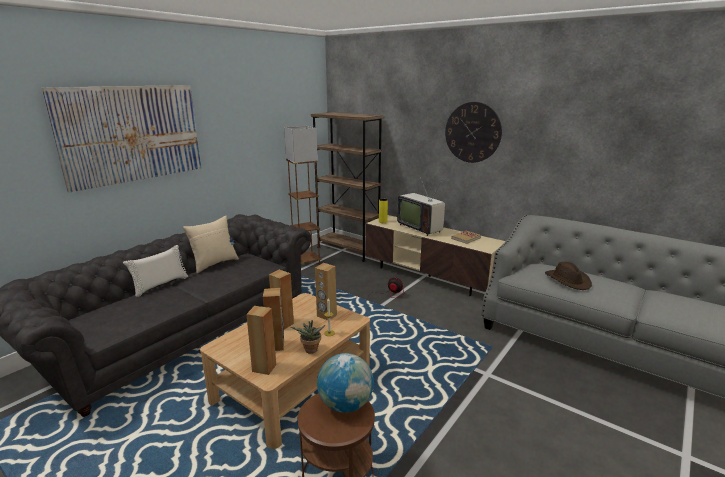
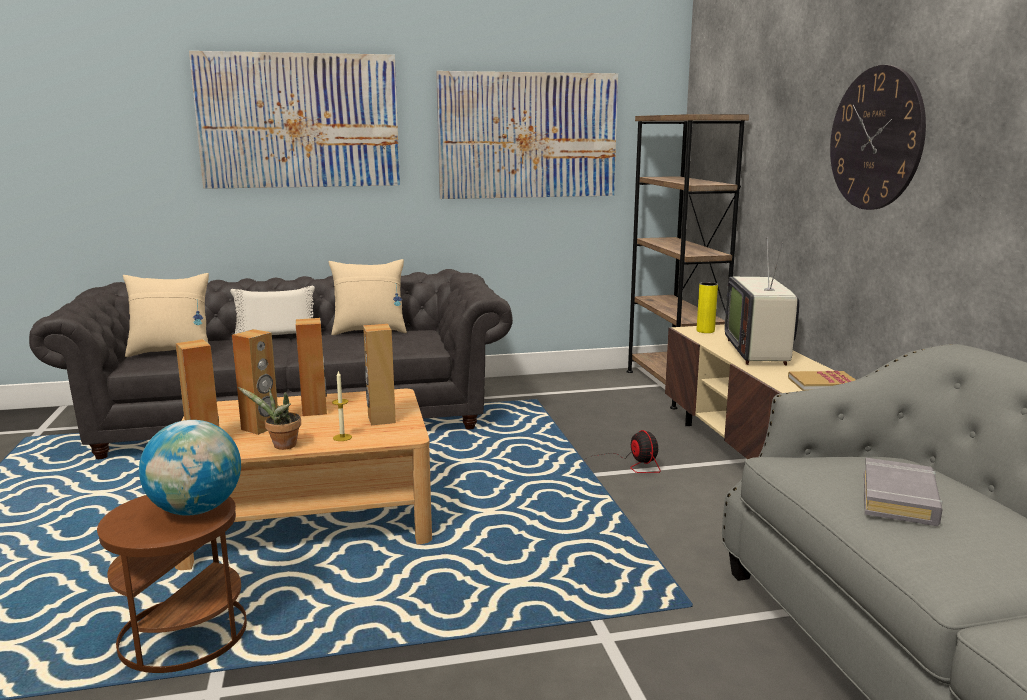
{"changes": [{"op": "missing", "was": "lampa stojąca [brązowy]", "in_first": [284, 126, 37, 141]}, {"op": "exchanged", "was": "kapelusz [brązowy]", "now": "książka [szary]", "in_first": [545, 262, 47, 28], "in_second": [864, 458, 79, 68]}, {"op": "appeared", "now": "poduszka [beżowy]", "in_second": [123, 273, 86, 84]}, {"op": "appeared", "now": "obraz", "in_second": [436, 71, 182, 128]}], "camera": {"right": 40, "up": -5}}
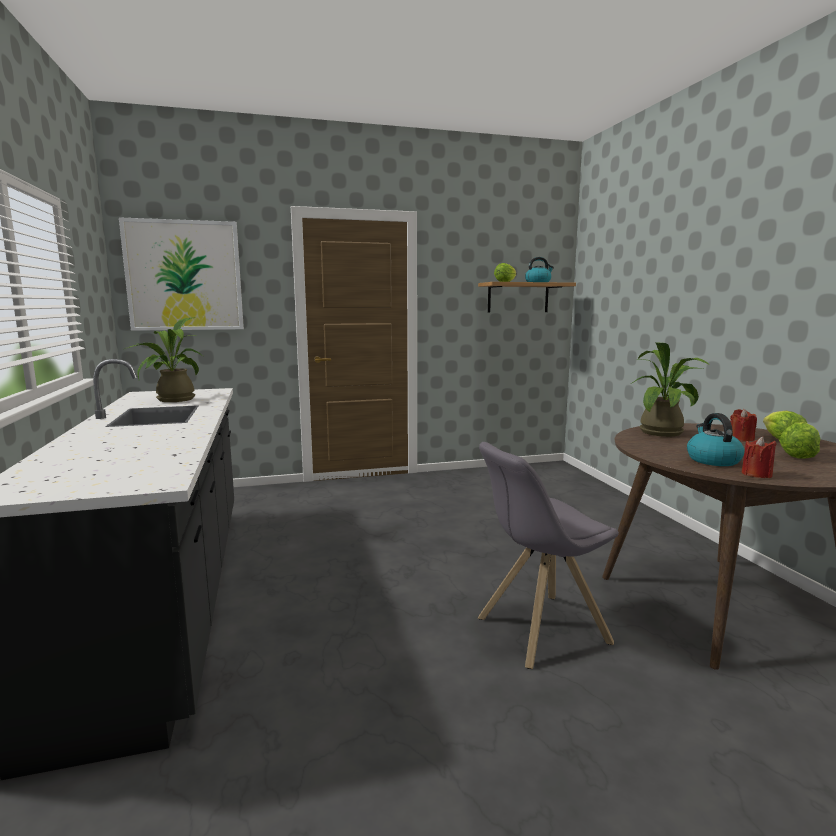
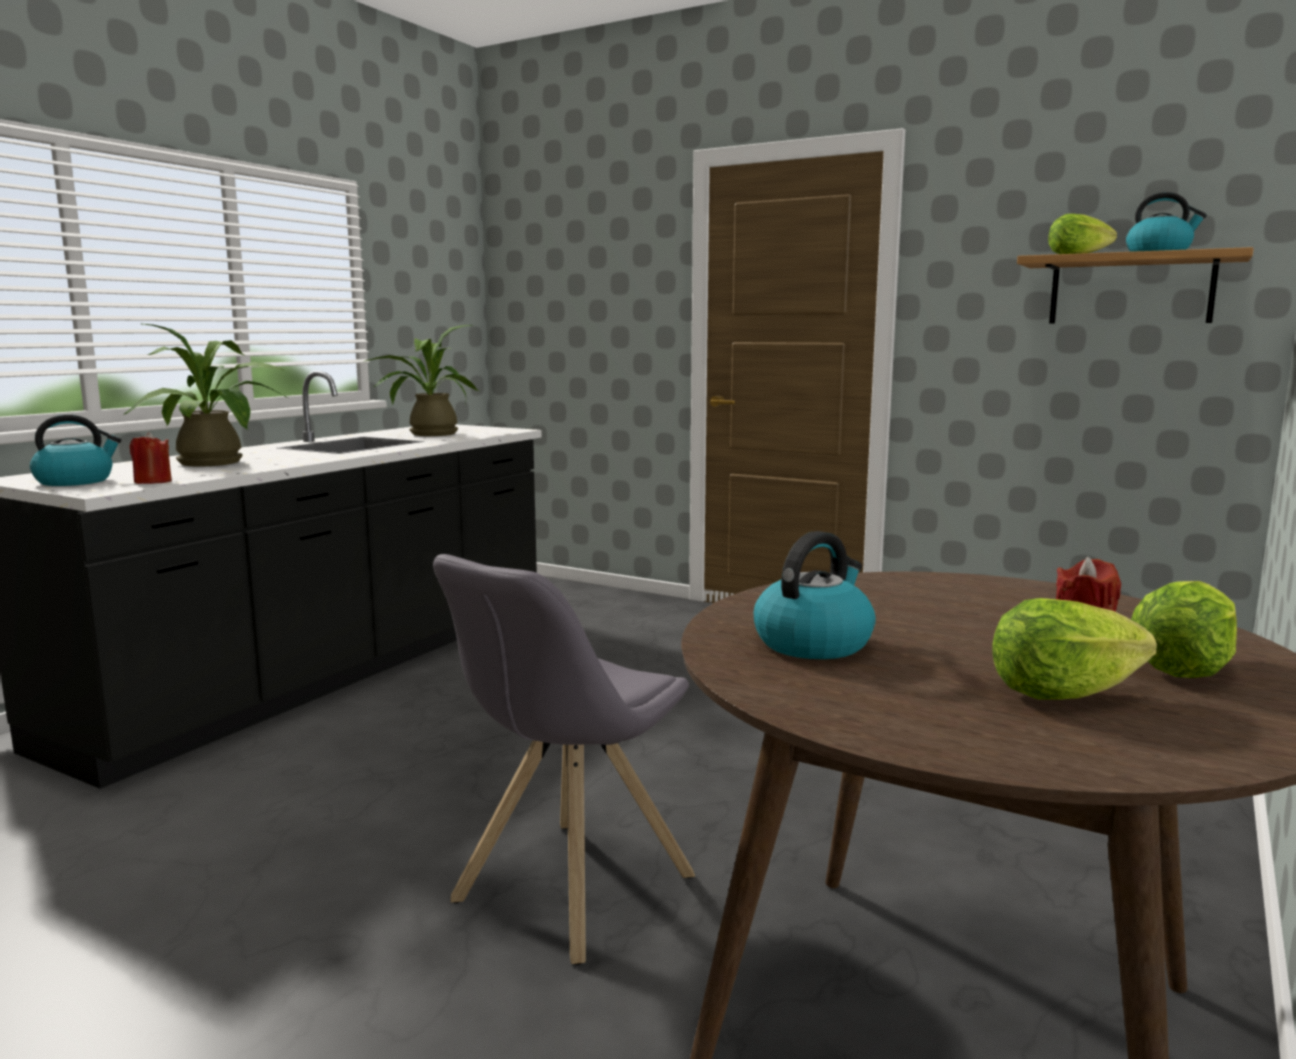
{"changes": [{"op": "missing", "was": "obraz", "in_first": [119, 217, 125, 114]}, {"op": "spun", "was": "krzesło [szary]", "in_first": [478, 442, 141, 227], "in_second": [433, 554, 262, 411], "clockwise": -75}, {"op": "relocated", "was": "roślina doniczkowa", "in_first": [631, 342, 78, 95], "in_second": [123, 323, 165, 144]}, {"op": "relocated", "was": "świeca [czerwony]", "in_first": [742, 437, 35, 41], "in_second": [129, 432, 43, 52]}, {"op": "appeared", "now": "czajnik", "in_second": [30, 414, 91, 72]}], "camera": {"right": 45, "up": 0}}
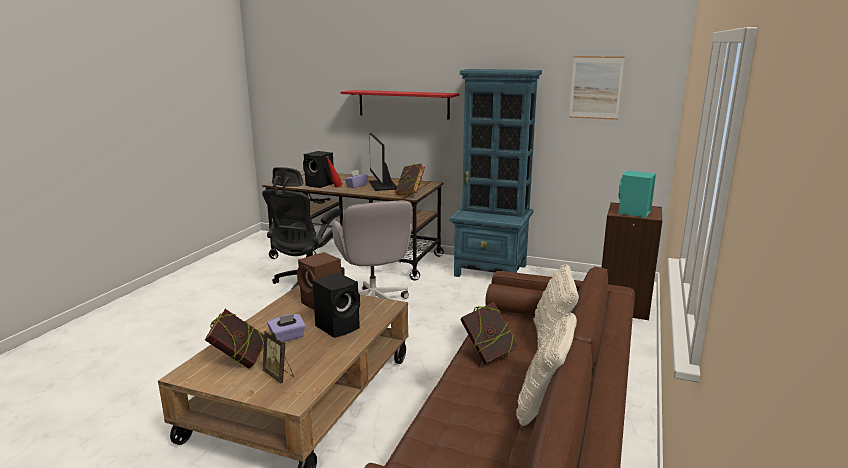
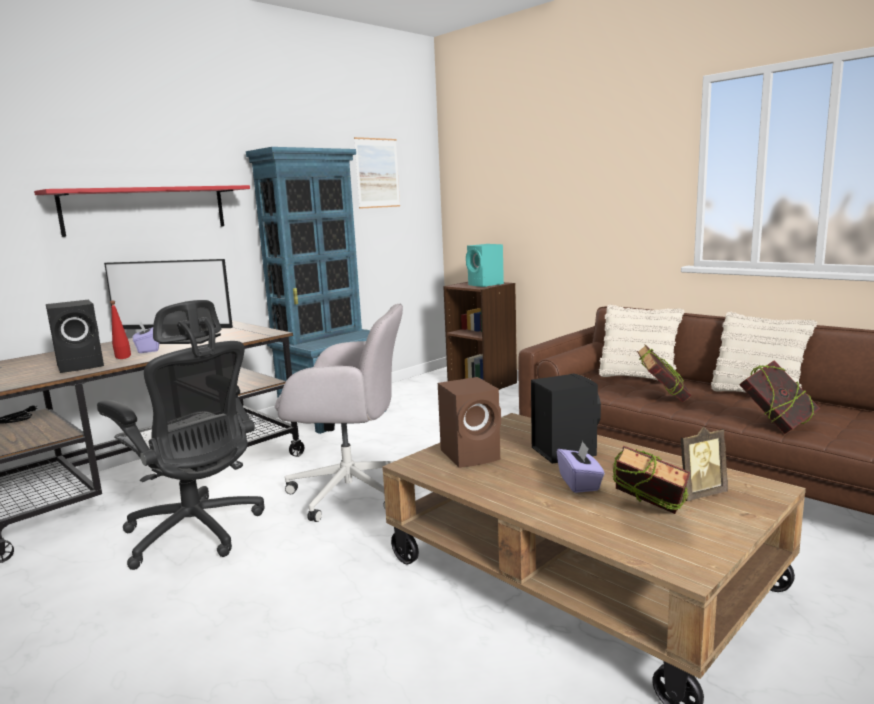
{"changes": [{"op": "relocated", "was": "książka", "in_first": [396, 163, 29, 32], "in_second": [739, 361, 81, 73]}], "camera": {"right": -65, "up": -5}}
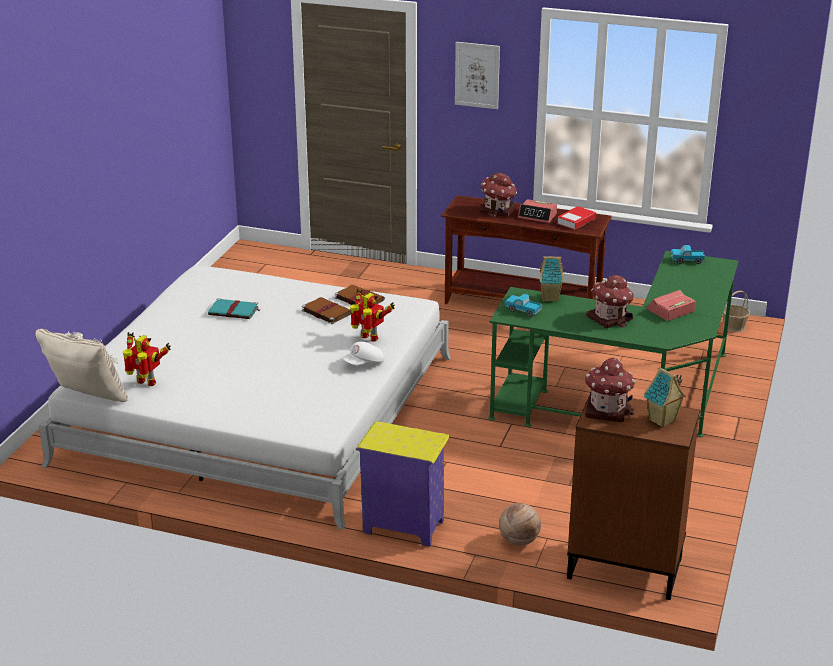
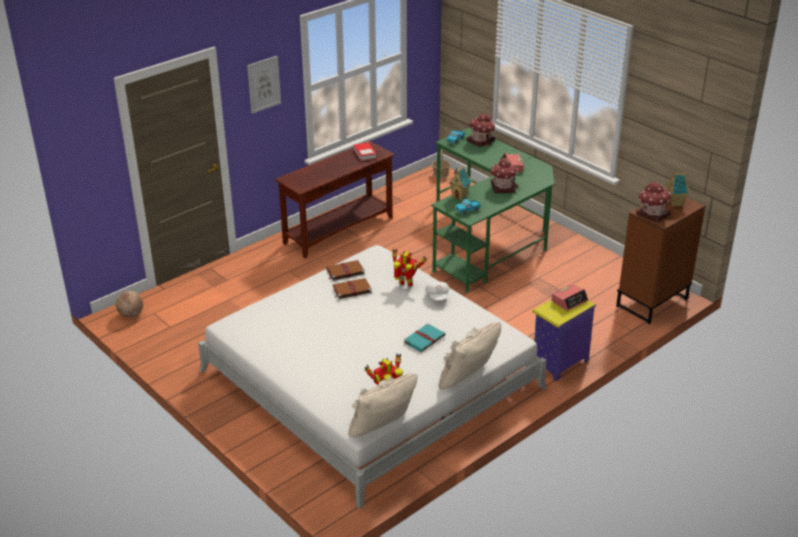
{"changes": [{"op": "relocated", "was": "książka [turkusowy]", "in_first": [208, 298, 52, 21], "in_second": [404, 323, 42, 29]}, {"op": "spun", "was": "robot zabawkowy", "in_first": [350, 289, 45, 53], "in_second": [392, 249, 35, 38], "clockwise": 45}, {"op": "relocated", "was": "domek", "in_first": [479, 173, 38, 44], "in_second": [466, 114, 29, 33]}, {"op": "relocated", "was": "piłka do koszykówki", "in_first": [499, 503, 42, 43], "in_second": [116, 291, 27, 27]}, {"op": "relocated", "was": "budzik", "in_first": [518, 199, 39, 24], "in_second": [551, 284, 37, 27]}, {"op": "appeared", "now": "poduszka [beżowy]", "in_second": [439, 322, 62, 67]}], "camera": {"right": -60, "up": 5}}
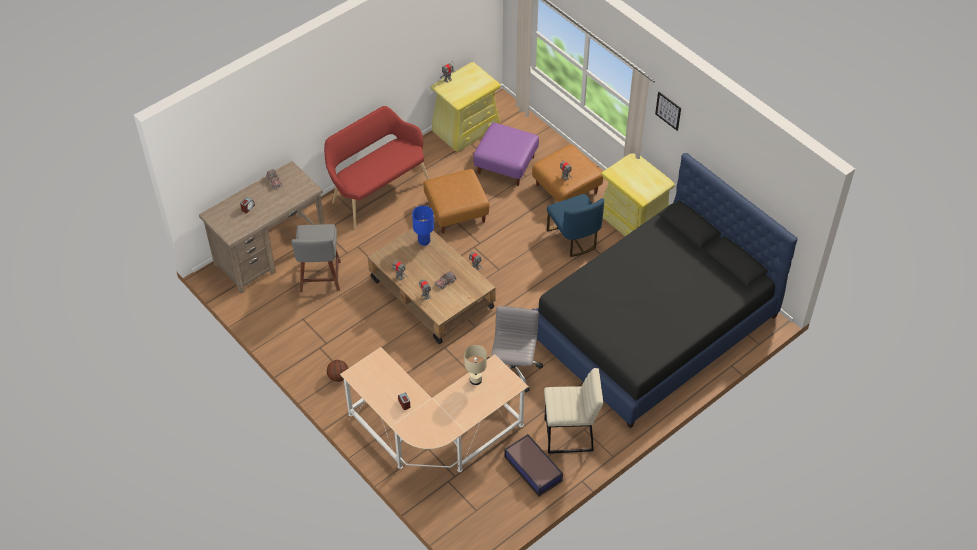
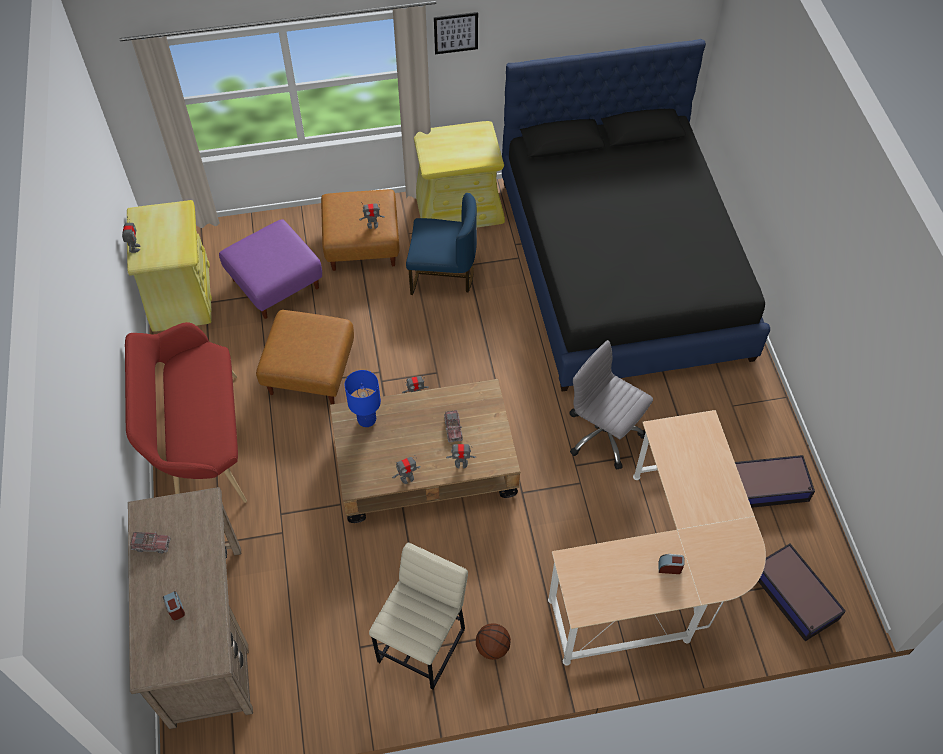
{"changes": [{"op": "missing", "was": "stołek [szary]", "in_first": [291, 224, 50, 68]}, {"op": "missing", "was": "lampa stołowa [beżowy]", "in_first": [464, 345, 23, 40]}, {"op": "relocated", "was": "krzesło [beżowy]", "in_first": [544, 368, 59, 86], "in_second": [369, 542, 99, 148]}, {"op": "appeared", "now": "pojemnik do przechowywania", "in_second": [758, 543, 88, 98]}], "camera": {"right": -60, "up": 5}}
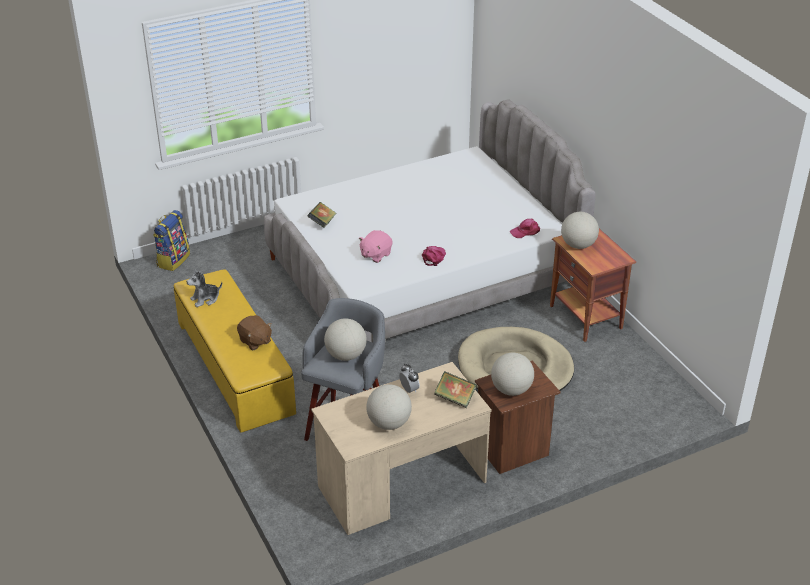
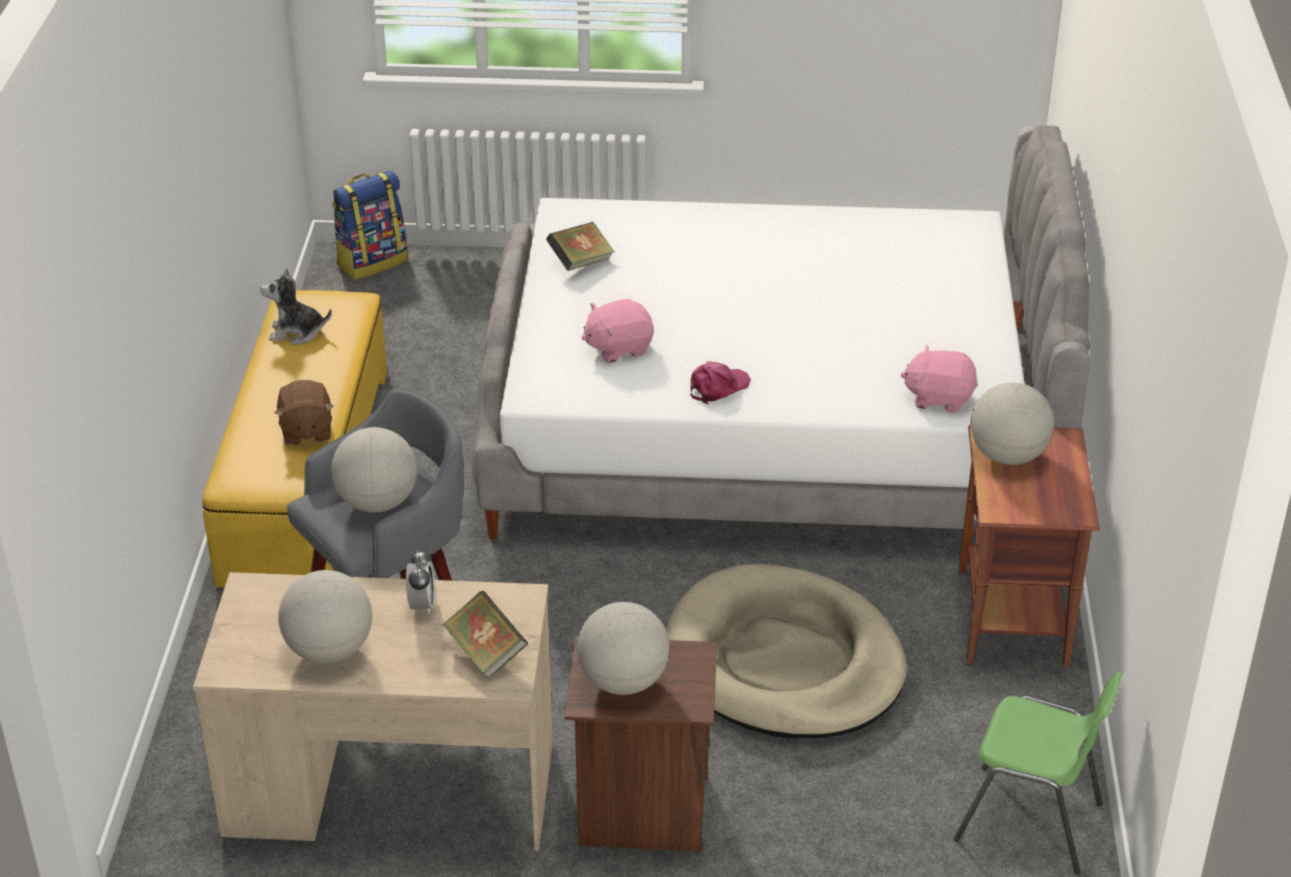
{"changes": [{"op": "exchanged", "was": "czapka z daszkiem [różowy]", "now": "pluszak [różowy]", "in_first": [510, 219, 30, 19], "in_second": [900, 345, 78, 68]}, {"op": "appeared", "now": "krzesło [zielony]", "in_second": [954, 672, 169, 203]}], "camera": {"right": 30, "up": 0}}
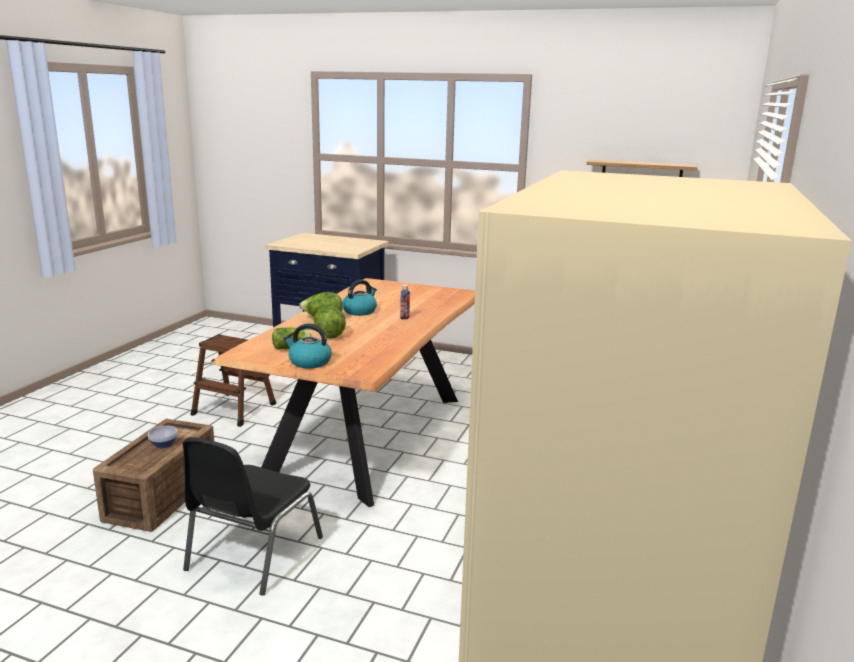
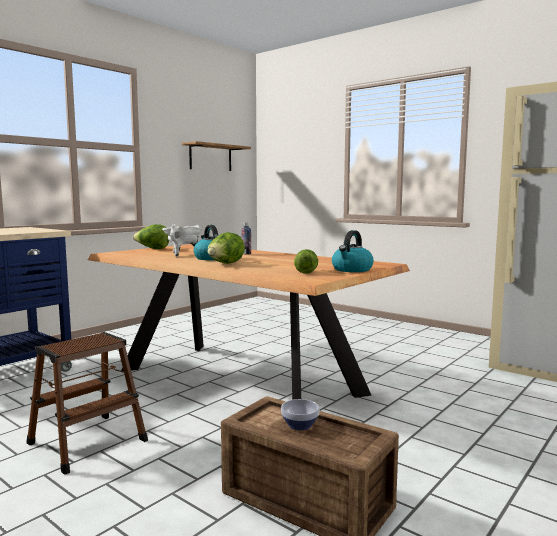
{"changes": [{"op": "missing", "was": "krzesło [czarny]", "in_first": [183, 437, 140, 159]}, {"op": "relocated", "was": "sałata", "in_first": [314, 306, 32, 33], "in_second": [133, 224, 36, 25]}, {"op": "appeared", "now": "garnek [biały]", "in_second": [162, 224, 41, 33]}], "camera": {"right": -70, "up": -10}}
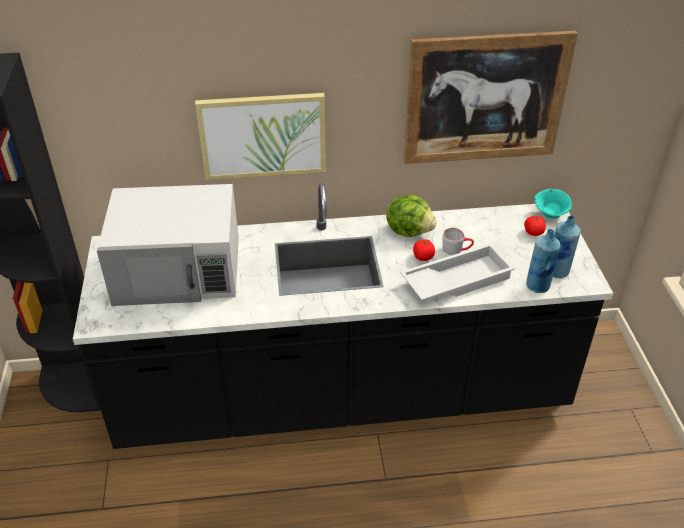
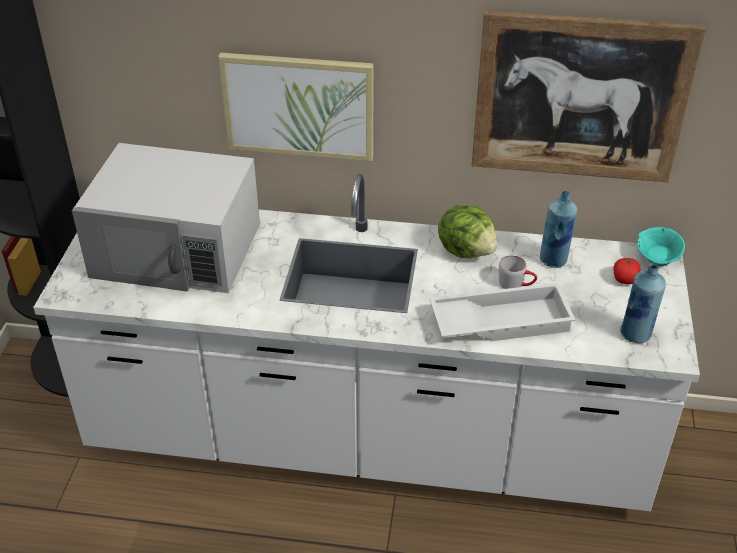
{"changes": [{"op": "colour", "was": "zabudowa kuchenna [czarny]", "now": "zabudowa kuchenna [biały]", "in_first": [73, 183, 540, 266], "in_second": [33, 174, 667, 337]}, {"op": "missing", "was": "pomidor", "in_first": [413, 240, 22, 21]}, {"op": "relocated", "was": "butelka [niebieski]", "in_first": [526, 229, 35, 64], "in_second": [540, 191, 38, 77]}], "camera": {"right": 15, "up": 0}}
